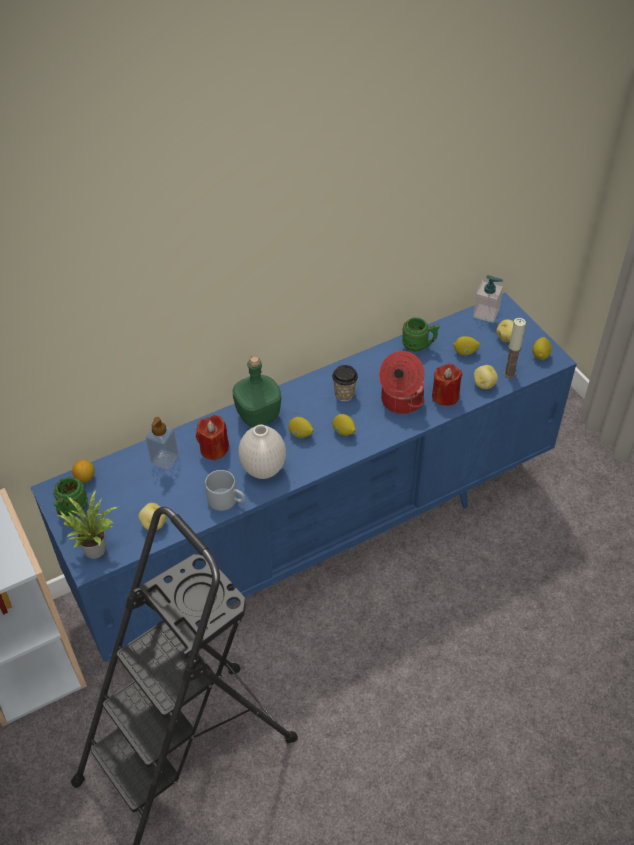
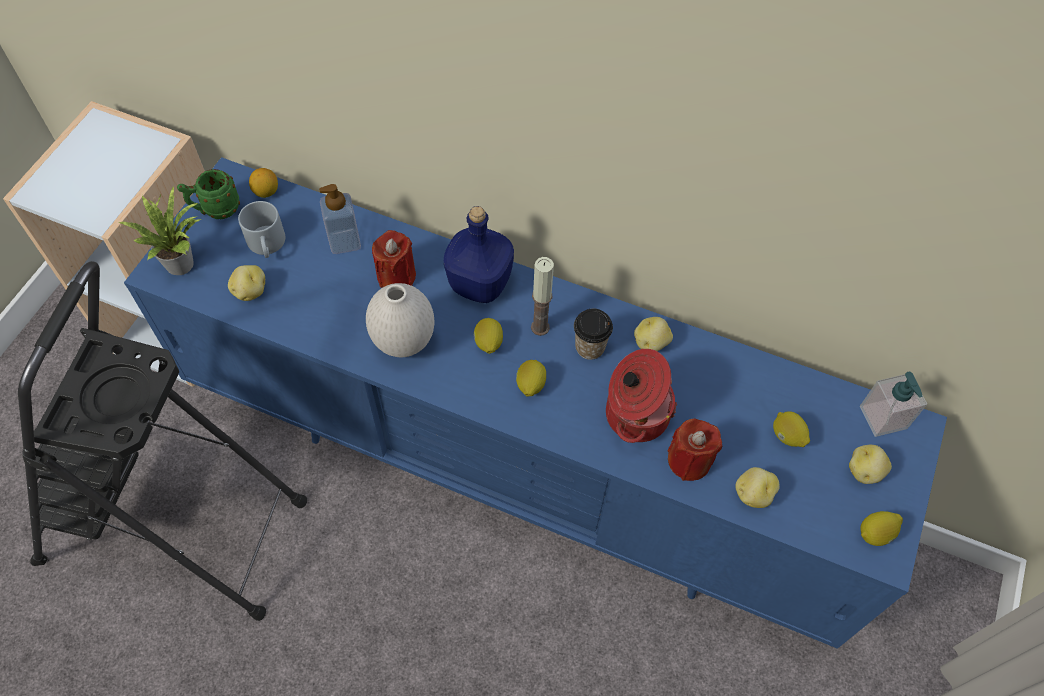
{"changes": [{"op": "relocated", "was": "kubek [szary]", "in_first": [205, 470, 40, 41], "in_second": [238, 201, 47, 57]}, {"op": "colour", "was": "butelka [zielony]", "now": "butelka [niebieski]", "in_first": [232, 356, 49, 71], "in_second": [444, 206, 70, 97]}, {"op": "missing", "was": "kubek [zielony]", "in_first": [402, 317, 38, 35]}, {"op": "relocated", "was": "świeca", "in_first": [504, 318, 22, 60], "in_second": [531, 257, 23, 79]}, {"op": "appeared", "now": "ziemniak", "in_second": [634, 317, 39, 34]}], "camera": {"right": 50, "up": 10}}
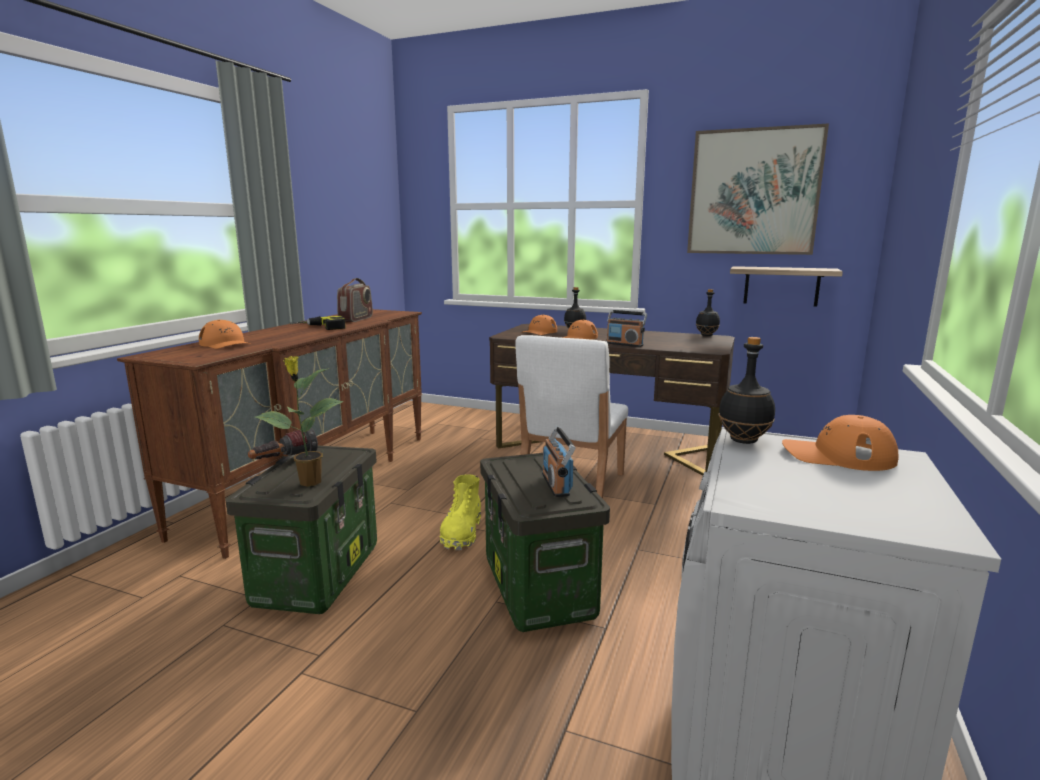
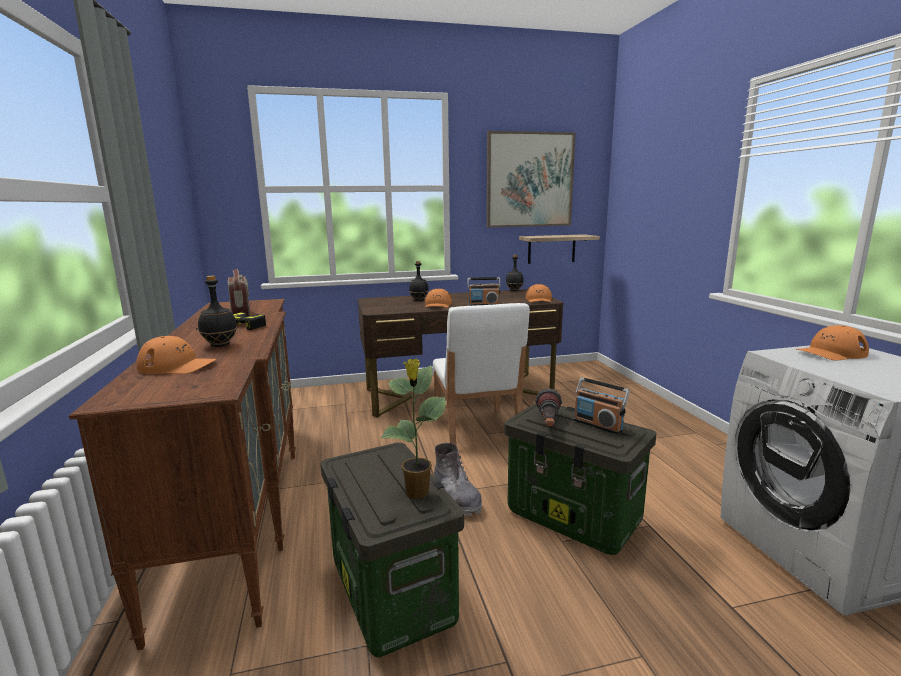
{"changes": [{"op": "relocated", "was": "latarka", "in_first": [248, 428, 70, 31], "in_second": [535, 388, 27, 38]}, {"op": "colour", "was": "but z cholewką [żółty]", "now": "but z cholewką [szary]", "in_first": [440, 475, 41, 75], "in_second": [434, 443, 48, 73]}, {"op": "relocated", "was": "czapka z daszkiem [pomarańczowy]", "in_first": [521, 315, 36, 20], "in_second": [526, 284, 26, 18]}, {"op": "relocated", "was": "butelka [czarny]", "in_first": [718, 337, 57, 107], "in_second": [198, 276, 39, 71]}], "camera": {"right": -35, "up": 0}}
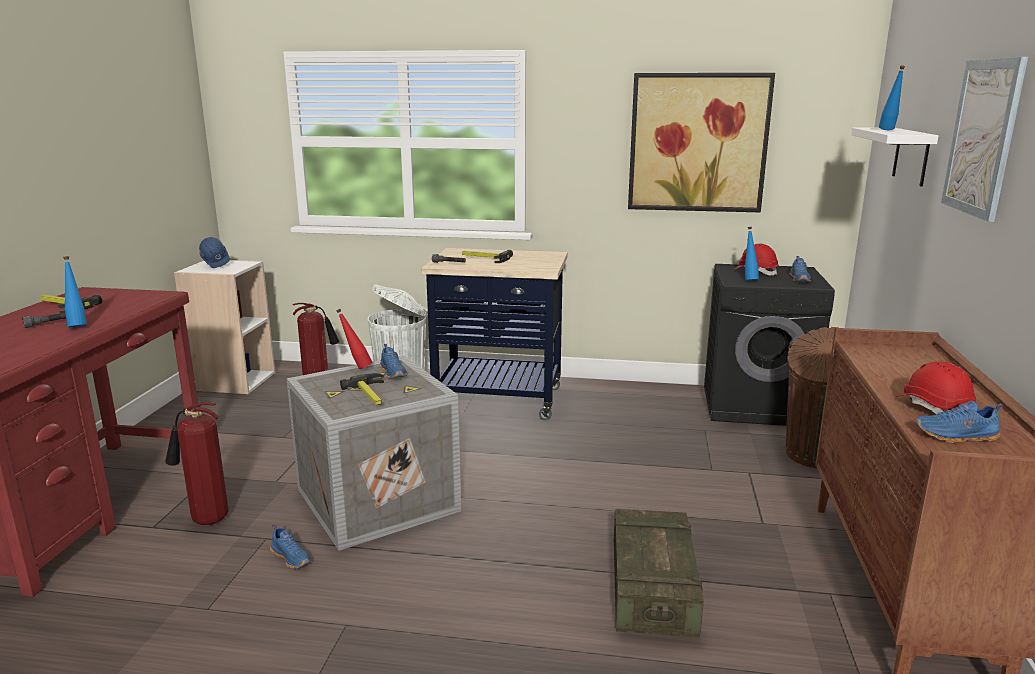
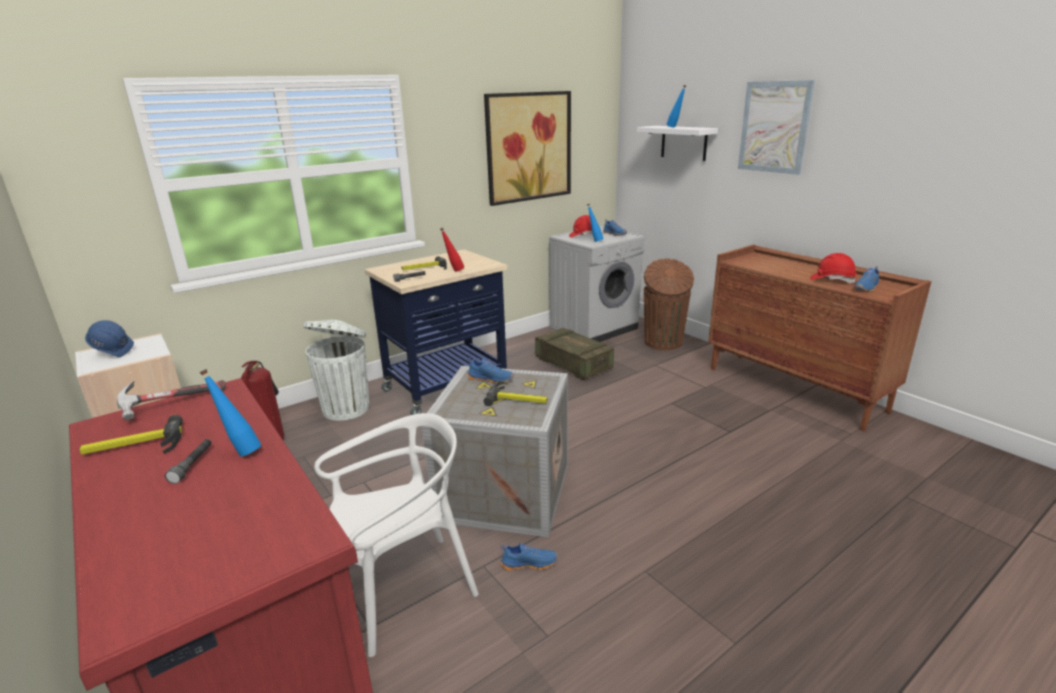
{"changes": [{"op": "exchanged", "was": "gaśnica", "now": "krzesło [biały]", "in_first": [165, 402, 63, 123], "in_second": [314, 413, 165, 244]}, {"op": "relocated", "was": "butelka [czerwony]", "in_first": [336, 309, 36, 60], "in_second": [440, 228, 24, 44]}, {"op": "relocated", "was": "skrzynka", "in_first": [614, 508, 90, 130], "in_second": [535, 328, 79, 52]}, {"op": "colour", "was": "pralka [czarny]", "now": "pralka [biały]", "in_first": [704, 264, 131, 162], "in_second": [549, 226, 96, 116]}, {"op": "appeared", "now": "młotek", "in_second": [117, 380, 109, 40]}], "camera": {"right": -45, "up": 5}}
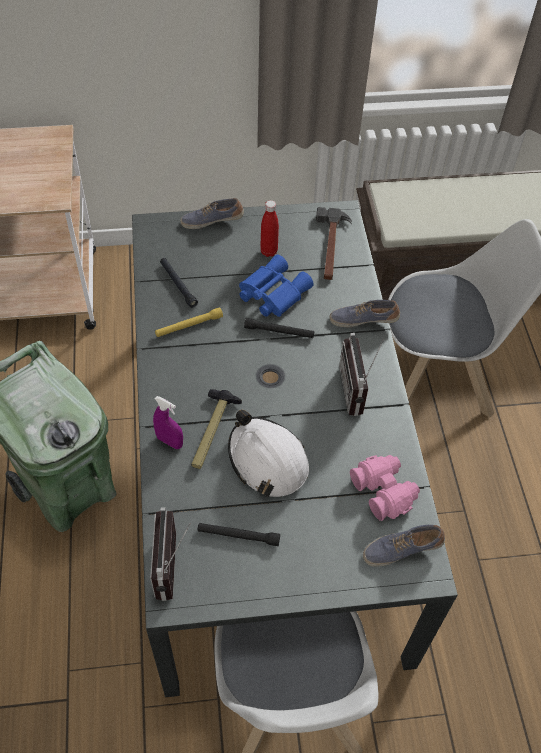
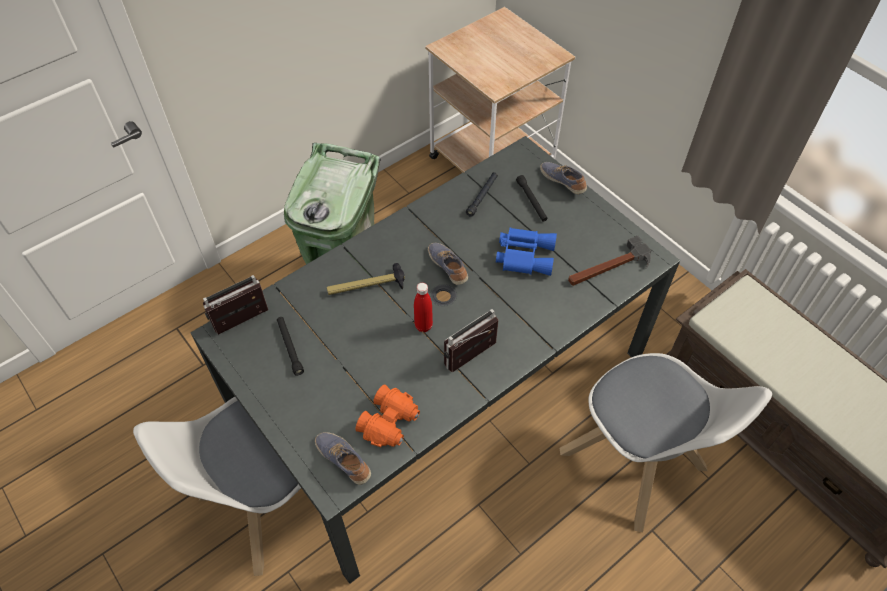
{"changes": [{"op": "missing", "was": "spryskiwacz [fioletowy]", "in_first": [153, 396, 30, 53]}, {"op": "missing", "was": "latarka [żółty]", "in_first": [155, 307, 68, 30]}, {"op": "missing", "was": "kask [biały]", "in_first": [228, 410, 81, 87]}, {"op": "relocated", "was": "latarka [czarny]", "in_first": [244, 318, 70, 20], "in_second": [516, 175, 32, 46]}, {"op": "relocated", "was": "butelka [czerwony]", "in_first": [260, 200, 19, 57], "in_second": [414, 283, 19, 49]}, {"op": "relocated", "was": "but", "in_first": [330, 300, 70, 27], "in_second": [428, 243, 40, 42]}, {"op": "colour", "was": "lornetka [różowy]", "now": "lornetka [pomarańczowy]", "in_first": [350, 455, 70, 66], "in_second": [355, 385, 65, 62]}], "camera": {"right": 60, "up": 0}}
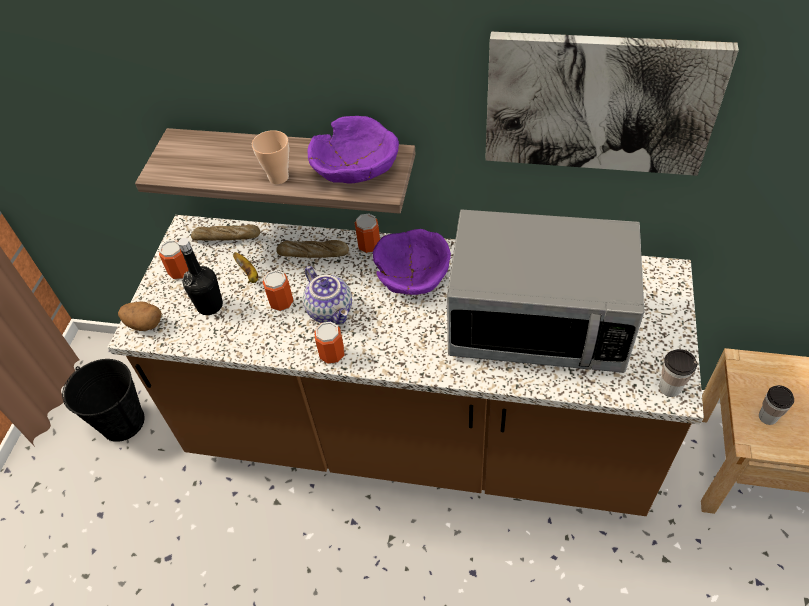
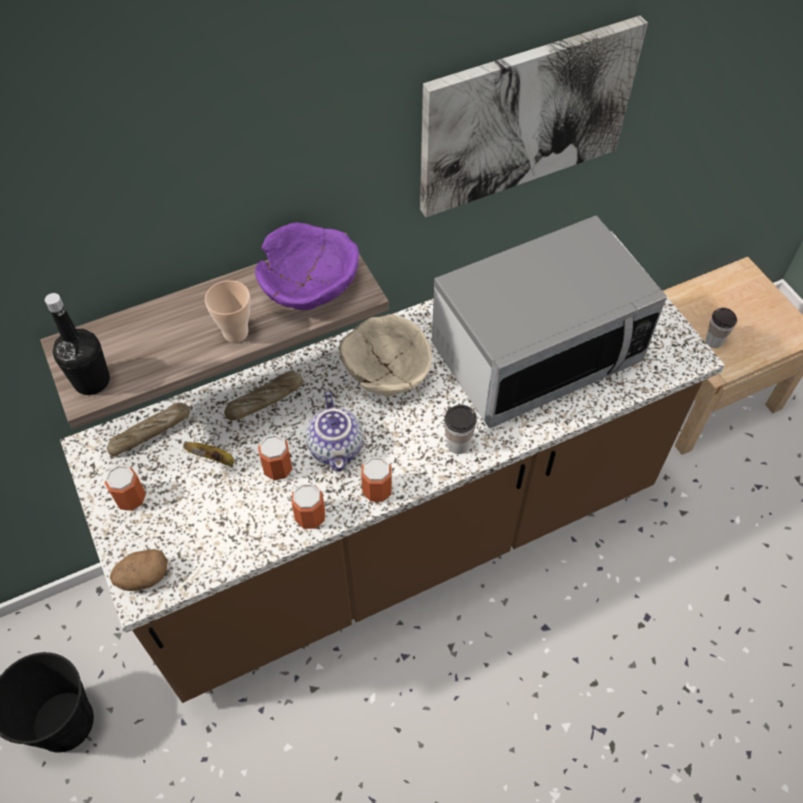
{"changes": [{"op": "relocated", "was": "butelka [czarny]", "in_first": [178, 238, 45, 77], "in_second": [45, 293, 65, 102]}, {"op": "spun", "was": "imbryk", "in_first": [303, 266, 49, 58], "in_second": [306, 391, 57, 81], "clockwise": 60}, {"op": "relocated", "was": "puszka", "in_first": [355, 213, 25, 40], "in_second": [292, 484, 33, 45]}, {"op": "colour", "was": "miska [fioletowy]", "now": "miska [beżowy]", "in_first": [373, 229, 78, 66], "in_second": [339, 314, 93, 82]}, {"op": "relocated", "was": "filiżanka", "in_first": [659, 349, 38, 48], "in_second": [444, 405, 33, 49]}], "camera": {"right": -40, "up": 5}}
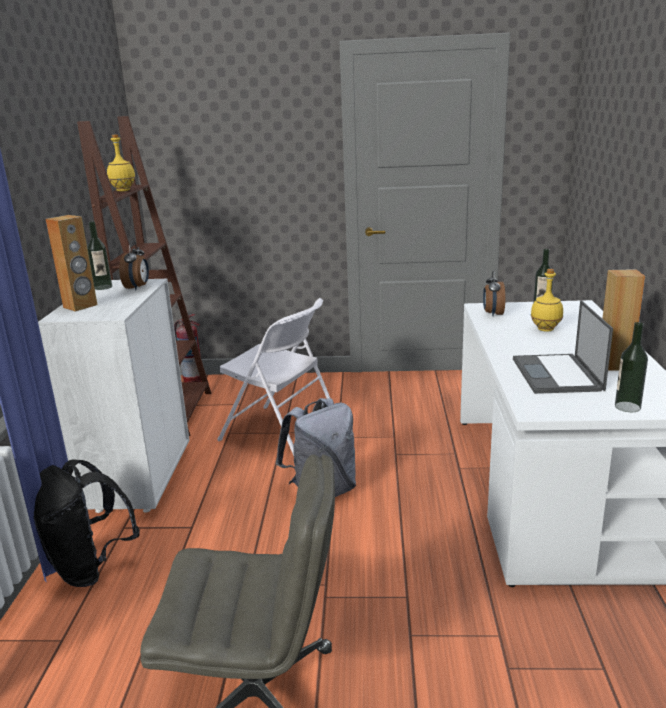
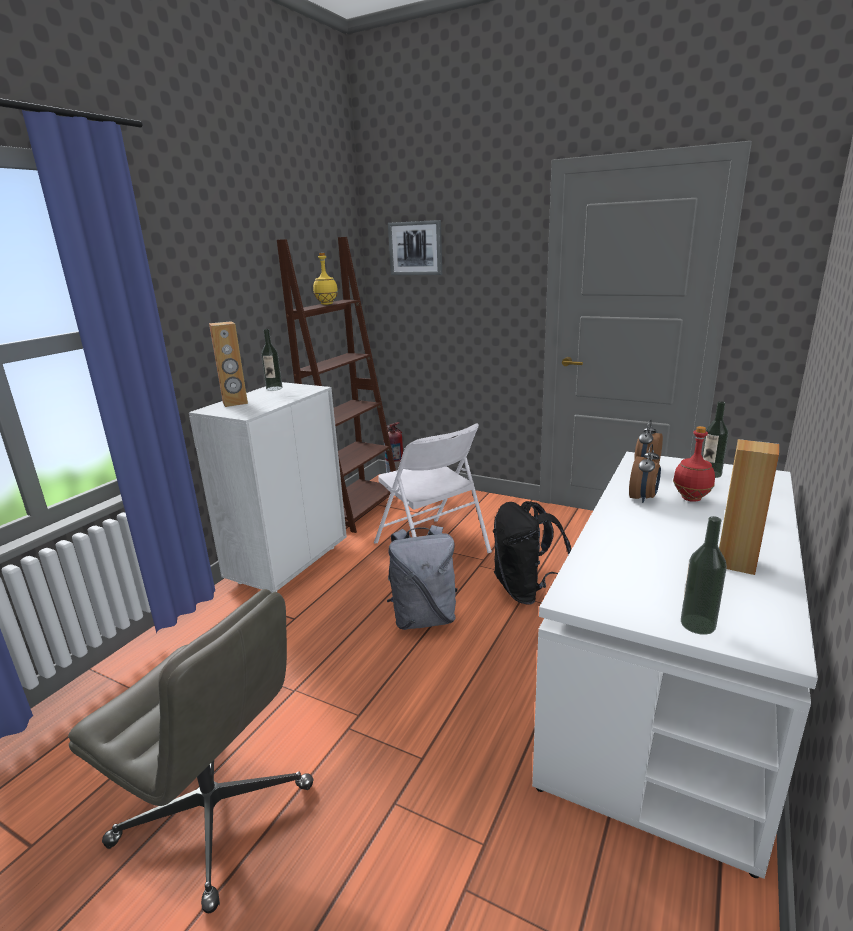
{"changes": [{"op": "relocated", "was": "plecak [czarny]", "in_first": [34, 459, 106, 128], "in_second": [493, 501, 78, 103]}, {"op": "relocated", "was": "budzik", "in_first": [119, 241, 30, 50], "in_second": [629, 444, 32, 59]}, {"op": "missing", "was": "laptop", "in_first": [513, 300, 100, 94]}, {"op": "colour", "was": "butelka [żółty]", "now": "butelka [czerwony]", "in_first": [531, 269, 32, 63], "in_second": [673, 426, 42, 76]}, {"op": "appeared", "now": "obraz", "in_second": [388, 220, 54, 55]}], "camera": {"right": 25, "up": 0}}
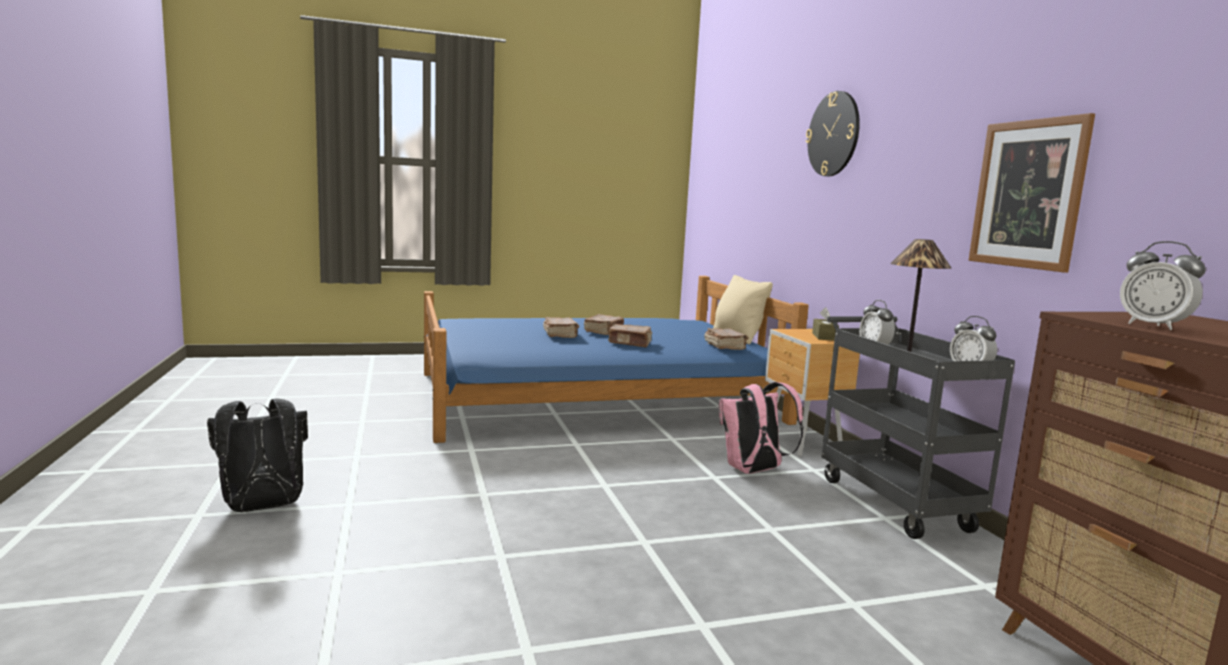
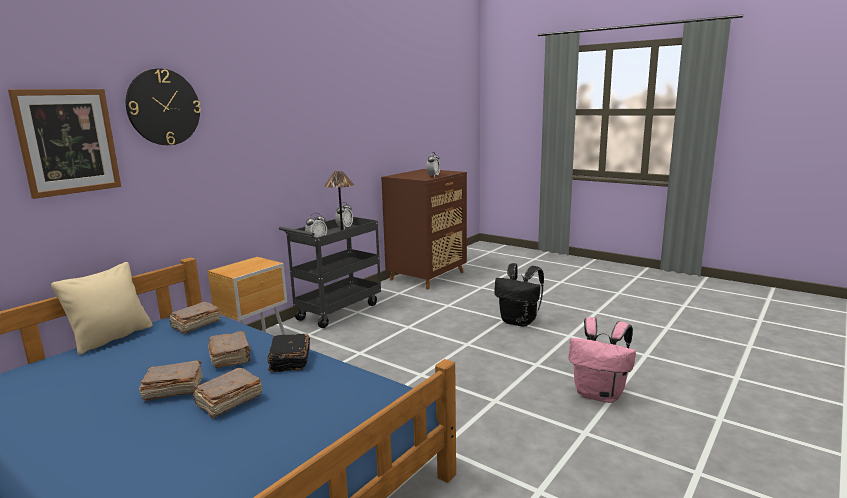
{"changes": [{"op": "relocated", "was": "plecak [czarny]", "in_first": [207, 398, 101, 114], "in_second": [494, 263, 50, 64]}, {"op": "relocated", "was": "plecak [różowy]", "in_first": [719, 382, 84, 92], "in_second": [569, 317, 67, 86]}, {"op": "missing", "was": "pudełko chusteczek [brązowy]", "in_first": [812, 307, 27, 34]}, {"op": "relocated", "was": "obraz", "in_first": [969, 113, 126, 160], "in_second": [8, 89, 113, 110]}, {"op": "appeared", "now": "książka [czarny]", "in_second": [267, 334, 43, 38]}], "camera": {"right": -125, "up": 5}}
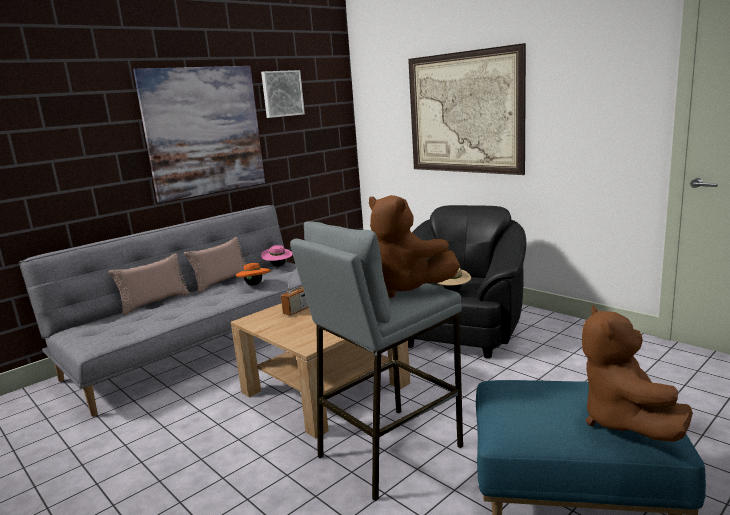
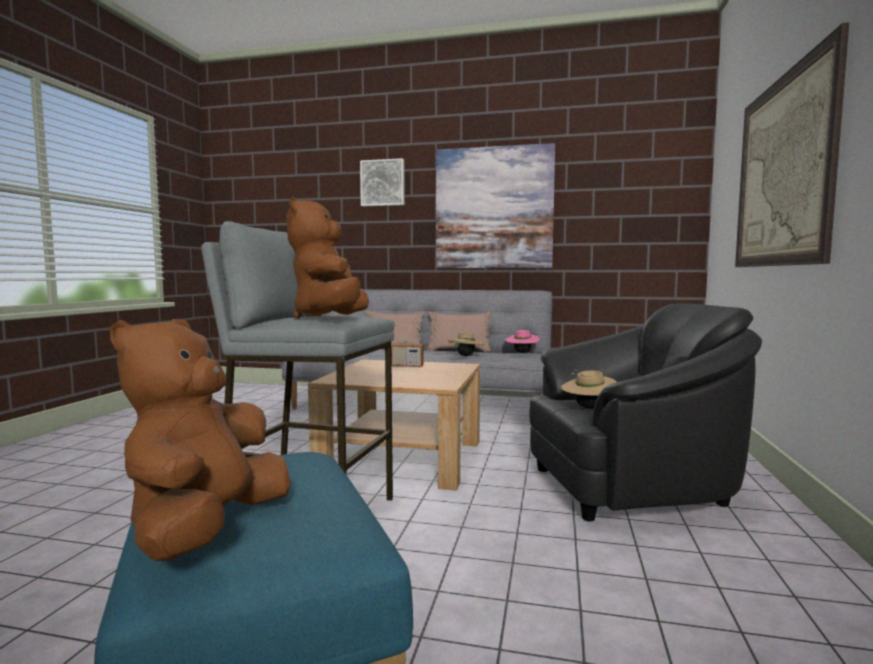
{"changes": [{"op": "colour", "was": "kapelusz [pomarańczowy]", "now": "kapelusz [beżowy]", "in_first": [236, 262, 35, 24], "in_second": [449, 333, 35, 23]}, {"op": "relocated", "was": "obraz", "in_first": [261, 70, 44, 48], "in_second": [360, 158, 45, 48]}, {"op": "spun", "was": "pluszak [brązowy]", "in_first": [582, 305, 111, 137], "in_second": [110, 319, 181, 242], "clockwise": -45}], "camera": {"right": 55, "up": -10}}
